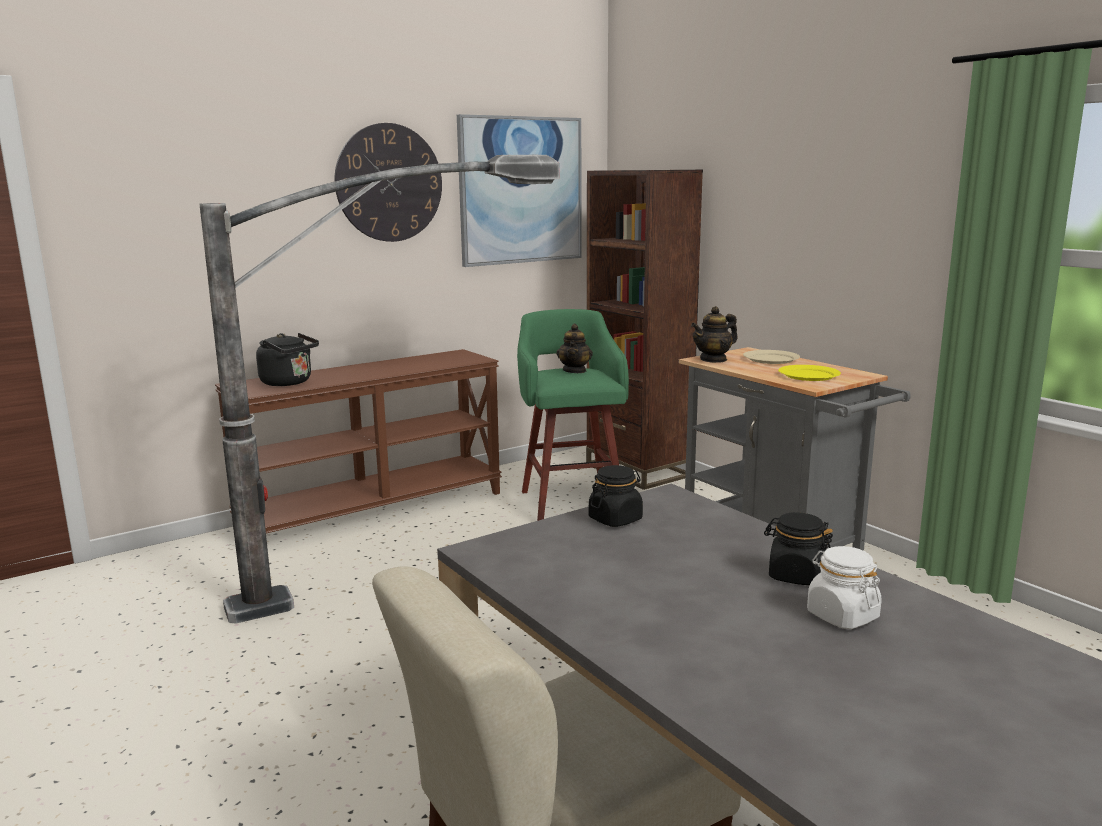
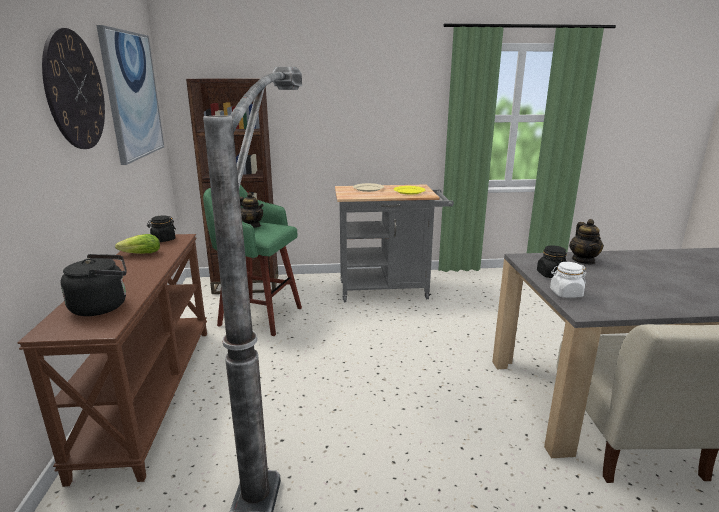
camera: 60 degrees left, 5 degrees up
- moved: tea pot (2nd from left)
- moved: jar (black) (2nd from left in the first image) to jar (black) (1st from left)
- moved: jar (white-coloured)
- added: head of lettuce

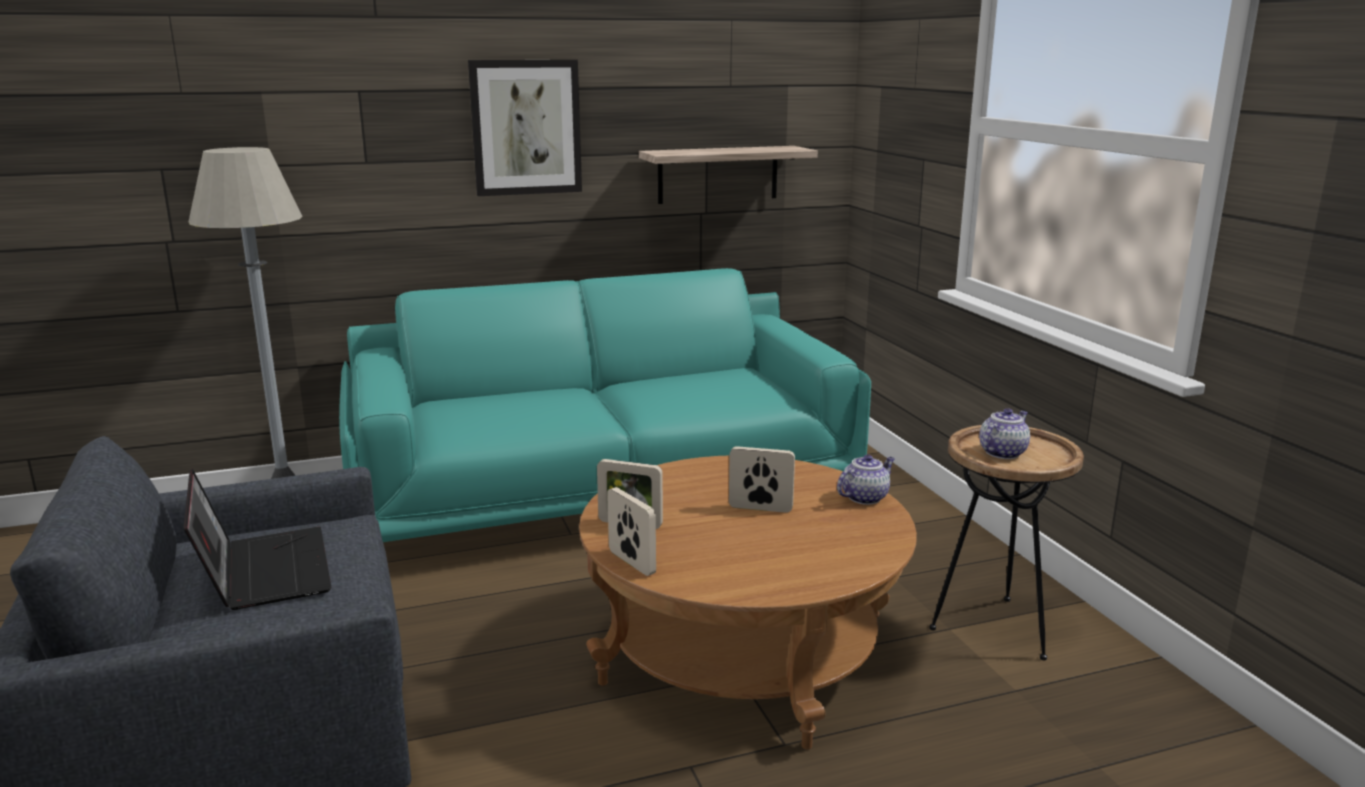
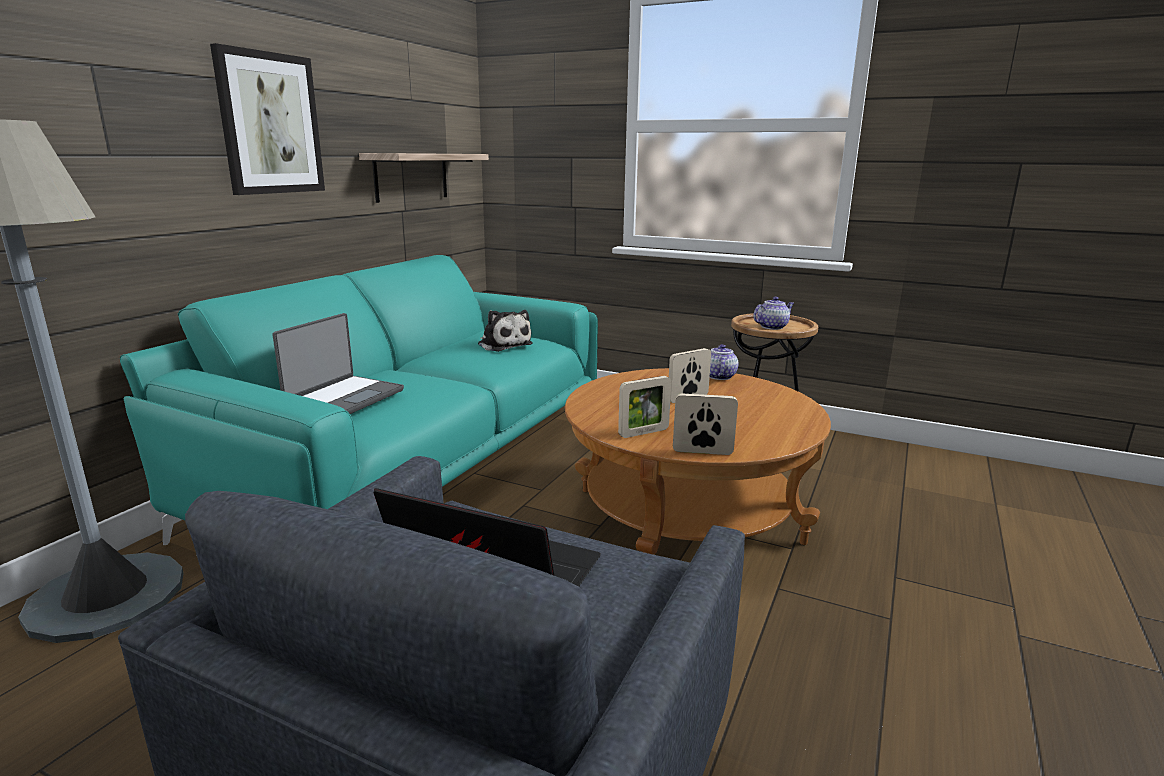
camera: 45 degrees left, 0 degrees up
- turned: tea pot (2nd from left) 60 degrees clockwise
- added: soft toy
- added: notebook computer (1st from left)

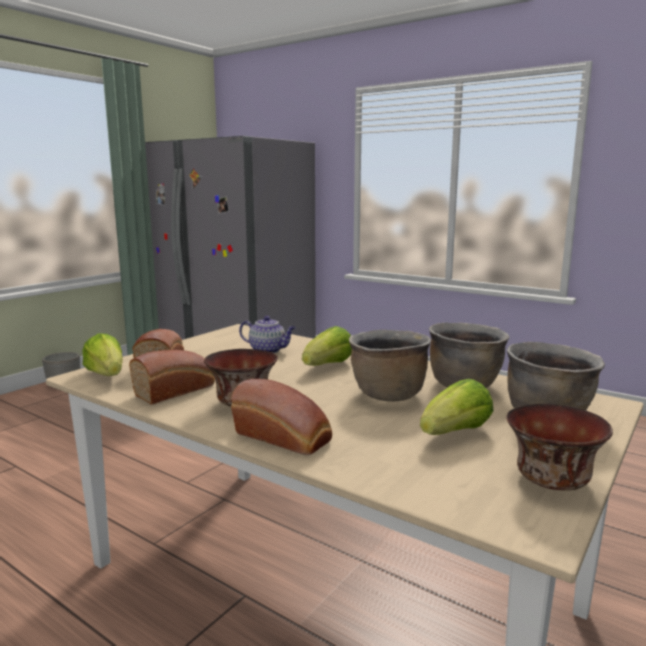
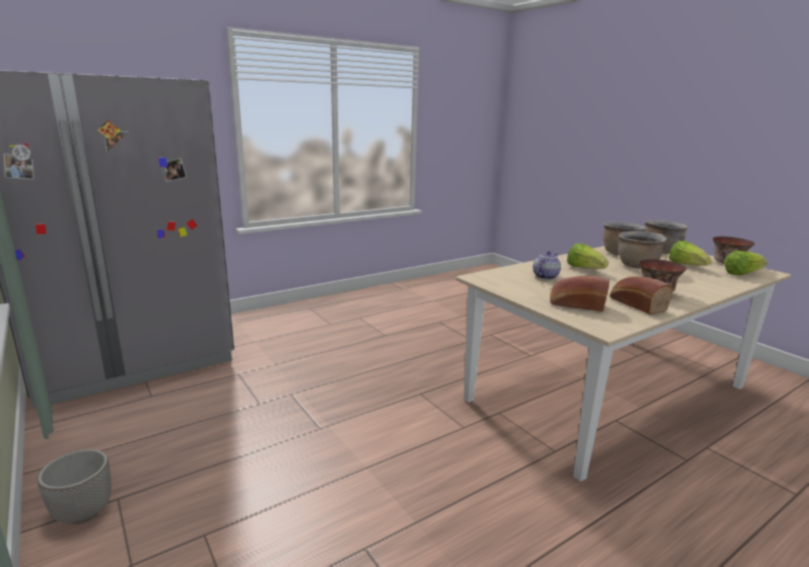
camera: 70 degrees left, 5 degrees up
- moved: head of lettuce (1st from left in the first image) to head of lettuce (3rd from left)
- removed: bakery bread (3rd from left)

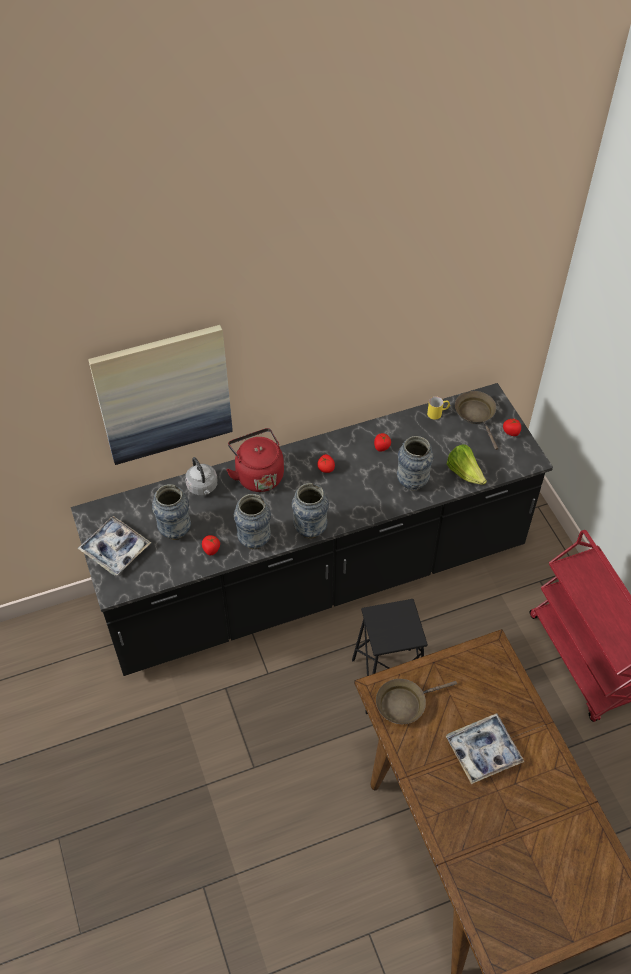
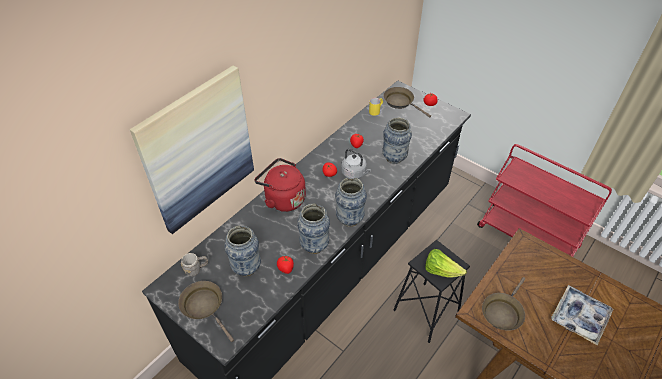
camera: 30 degrees left, 5 degrees down
- moved: head of lettuce
- moved: tea kettle (gray)
- replaced: tray (1st from left) to frying pan (brown-coloured) (1st from left)
- added: coffee mug (gray)

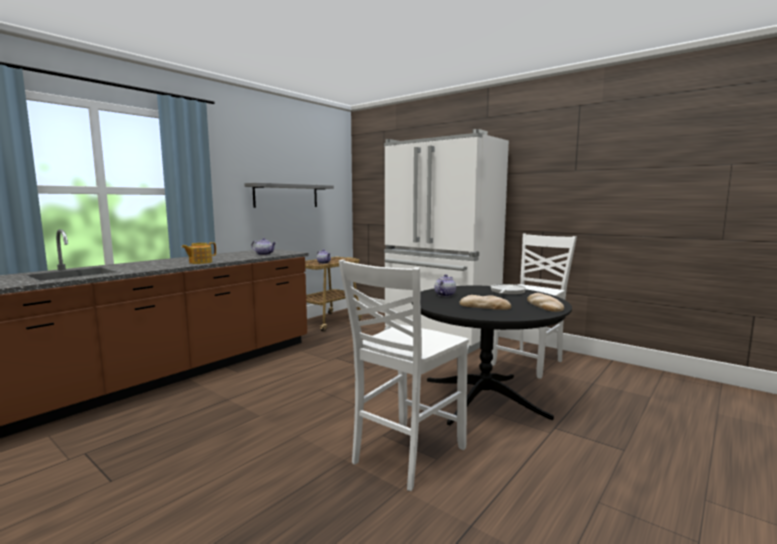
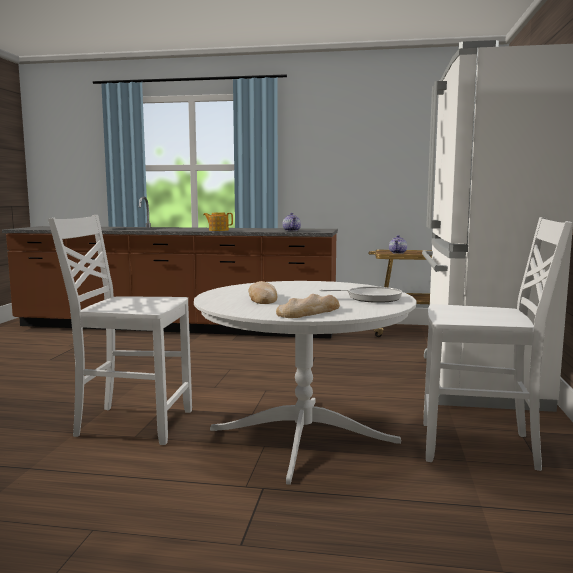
camera: 60 degrees right, 0 degrees up
- removed: wall shelf (gray)
- removed: tea pot (4th from left)
- recoloured: kitchen table (black) to kitchen table (white-coloured)

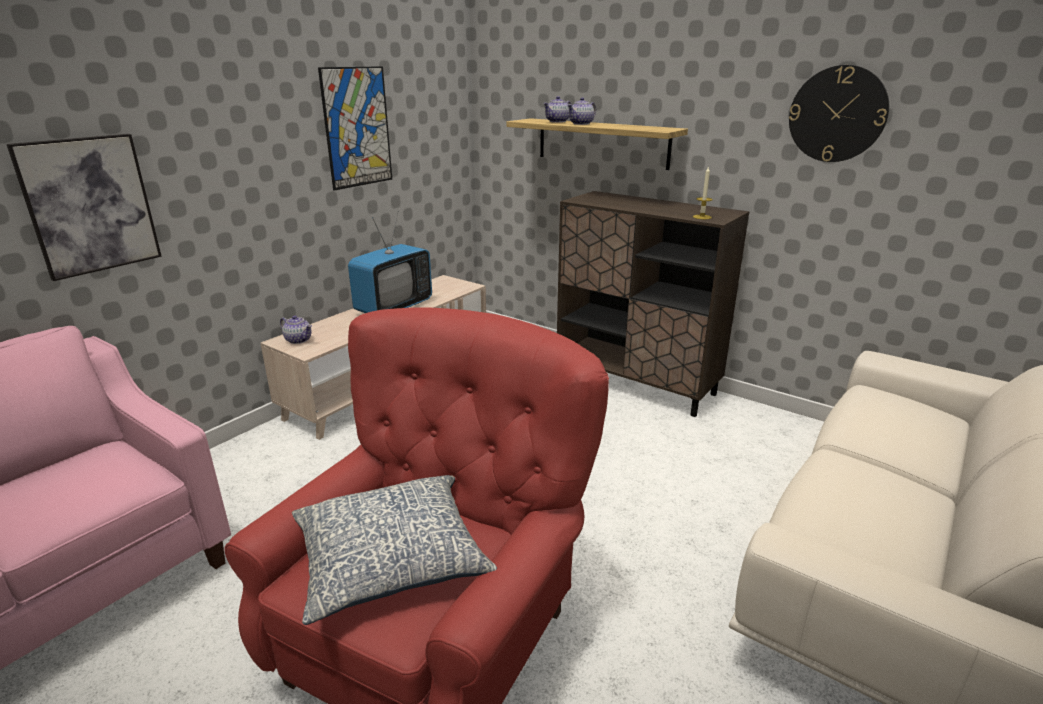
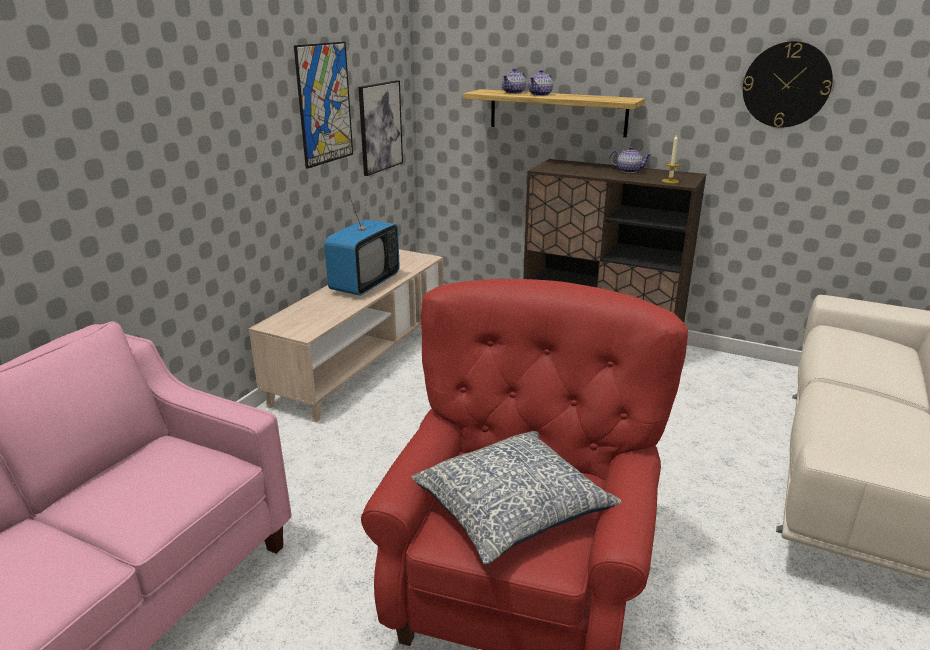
camera: 10 degrees left, 0 degrees up
- moved: wall art (1st from left in the first image) to wall art (2nd from left)
- moved: tea pot (1st from left in the first image) to tea pot (3rd from left)

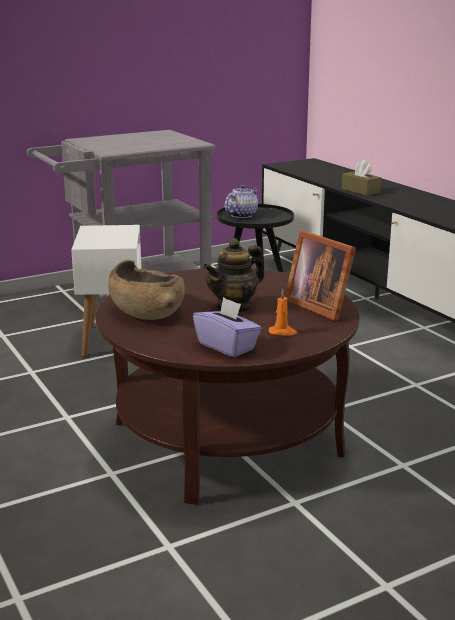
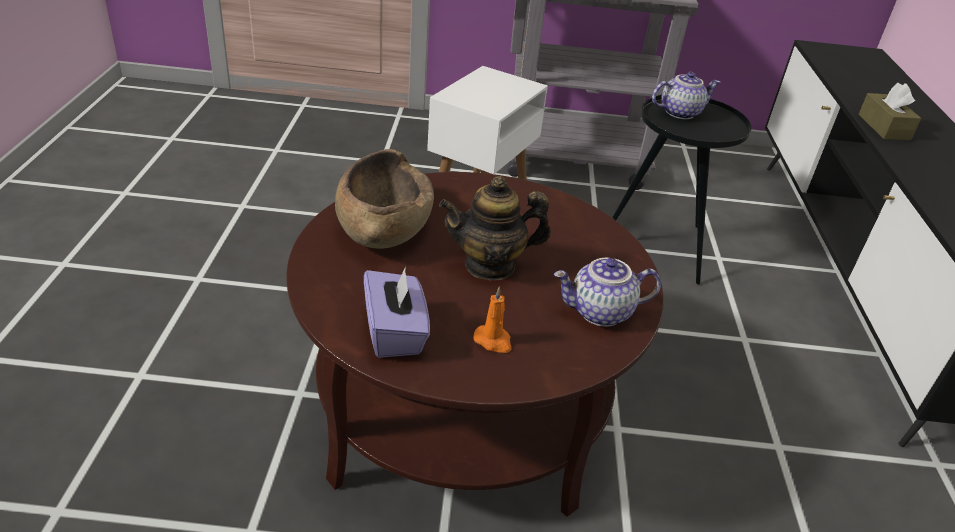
camera: 30 degrees right, 15 degrees up
- replaced: photo frame to tea pot (2nd from left)

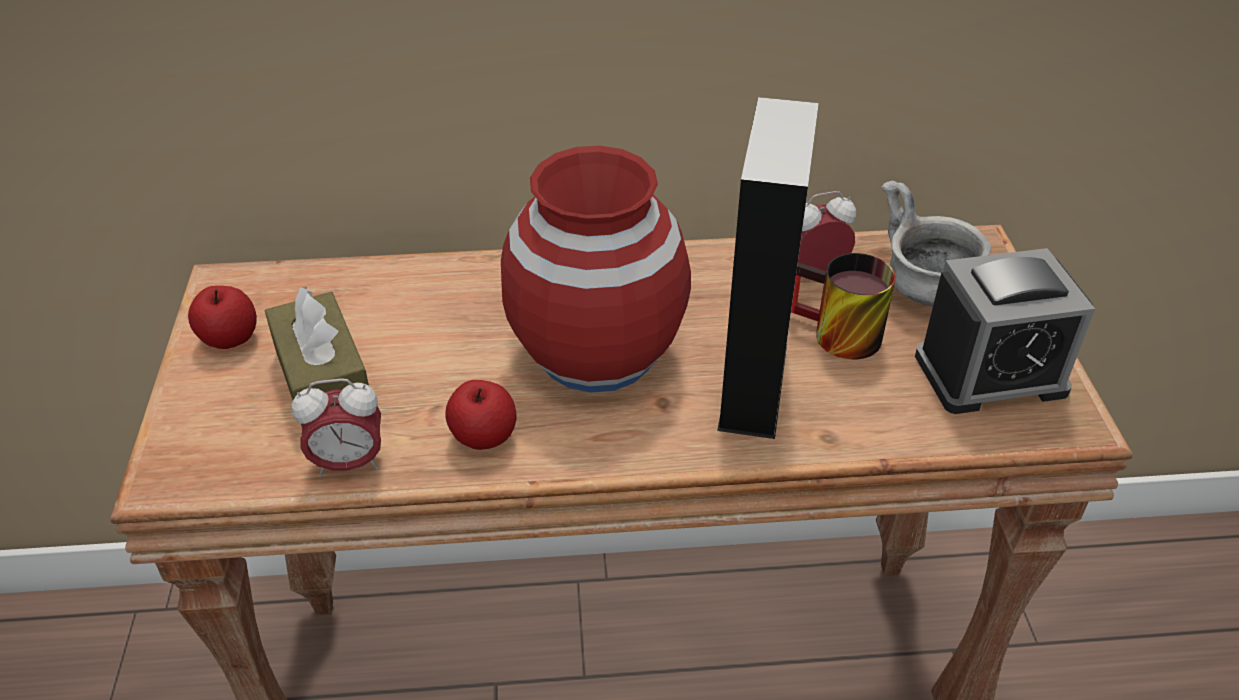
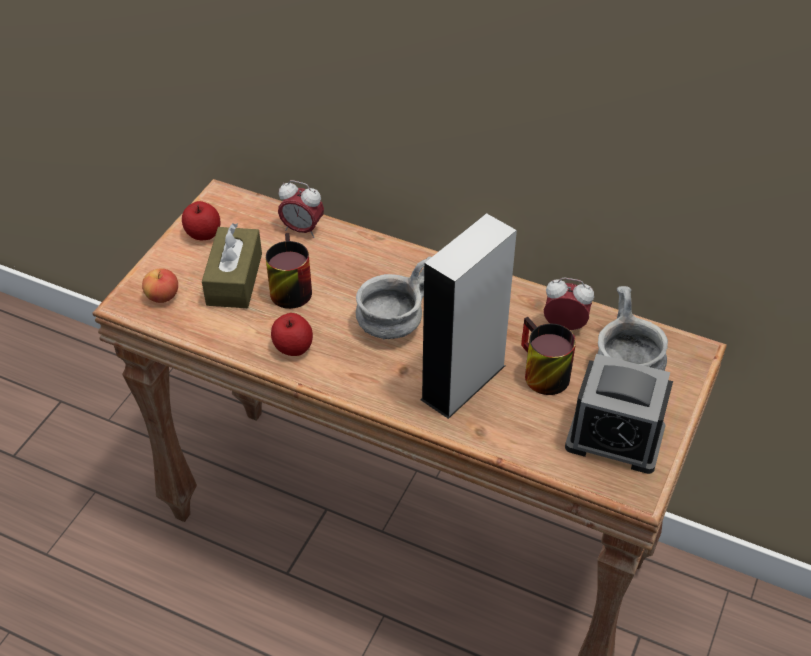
camera: 30 degrees right, 5 degrees up
- replaced: vase (red) to deep dish (gray) (1st from left)
- moved: table clock (1st from left)
- added: coffee mug (1st from left)
- added: apple fruit (1st from left)

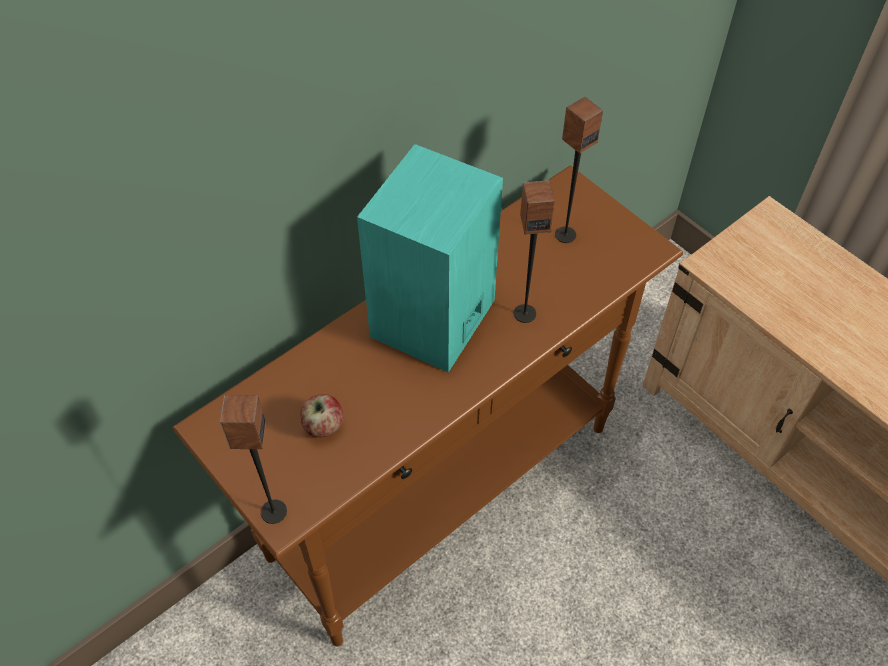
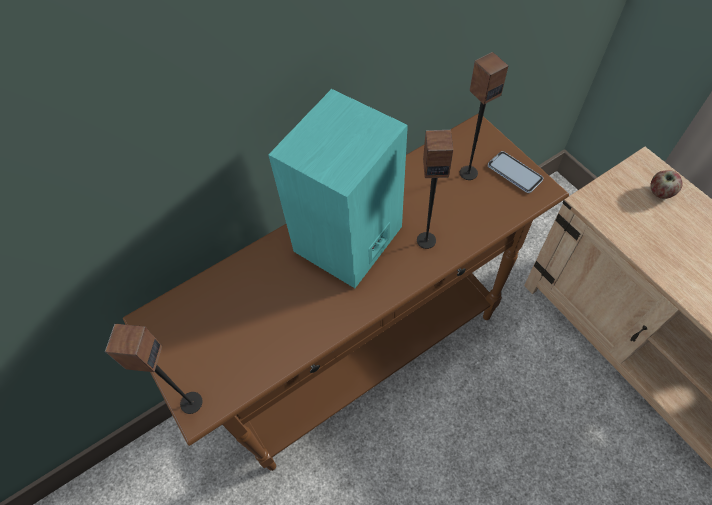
camera: 10 degrees right, 5 degrees up
- moved: apple fruit
- added: handset

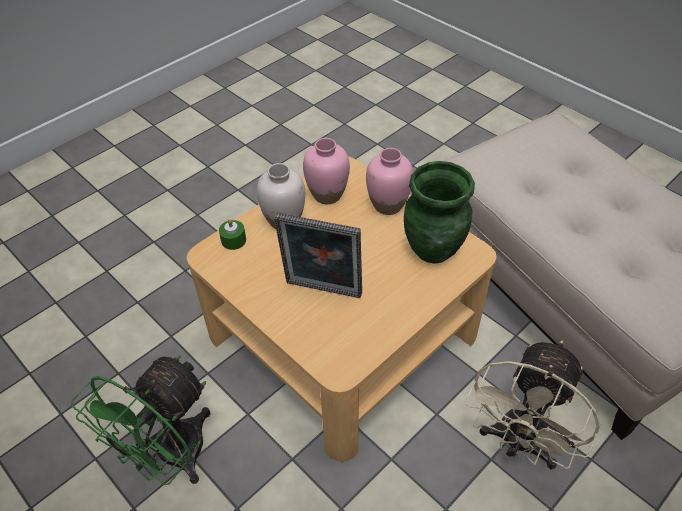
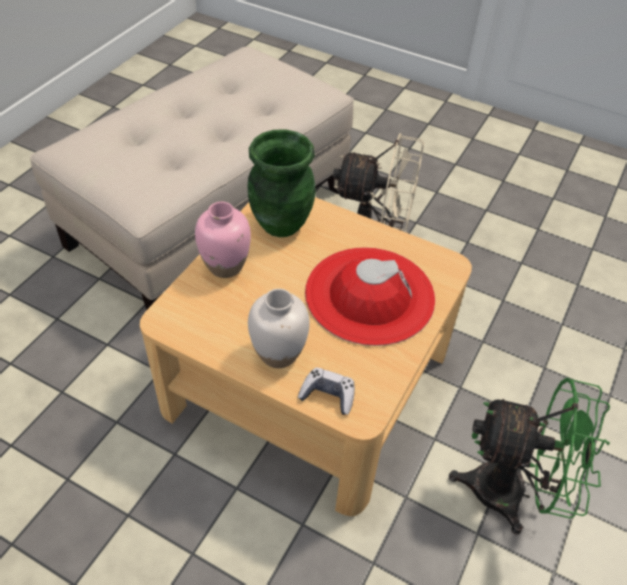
camera: 110 degrees left, 0 degrees up
- removed: vase (pinkish) (1st from left)
- replaced: photo frame to wearable hat (red)
- replaced: wax candle (greenish) to joypad

